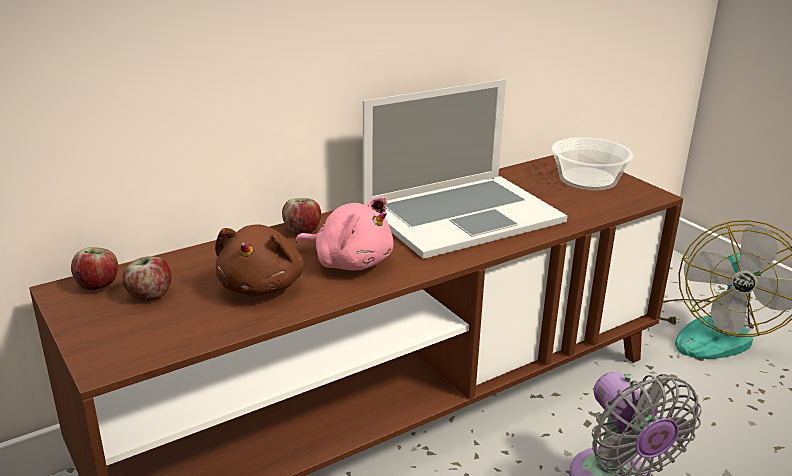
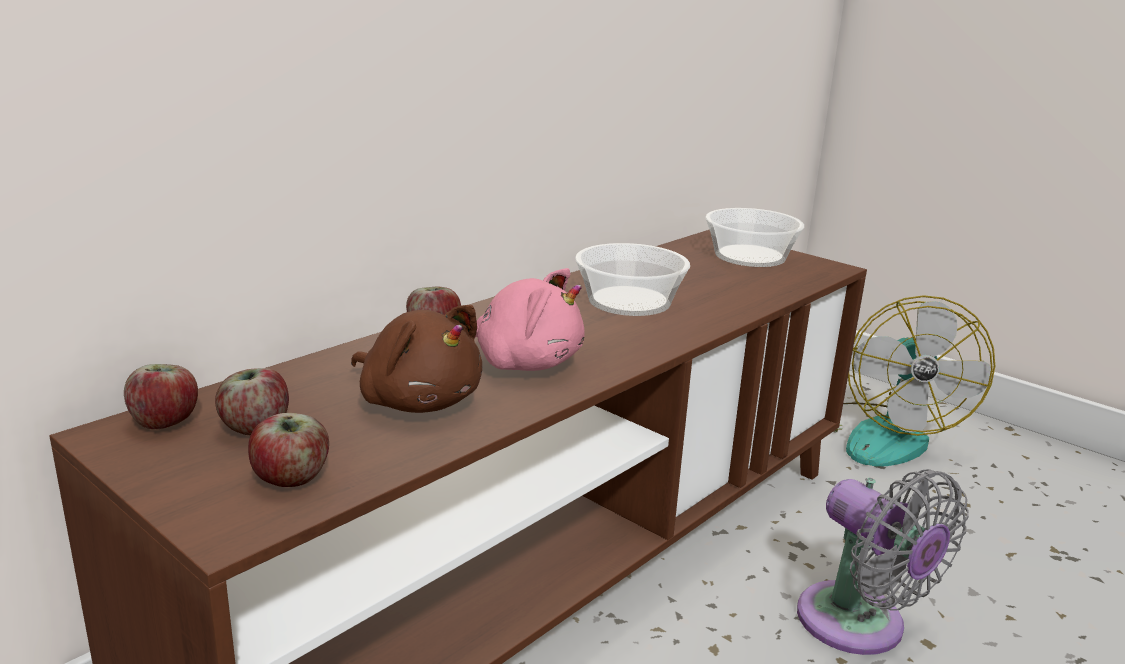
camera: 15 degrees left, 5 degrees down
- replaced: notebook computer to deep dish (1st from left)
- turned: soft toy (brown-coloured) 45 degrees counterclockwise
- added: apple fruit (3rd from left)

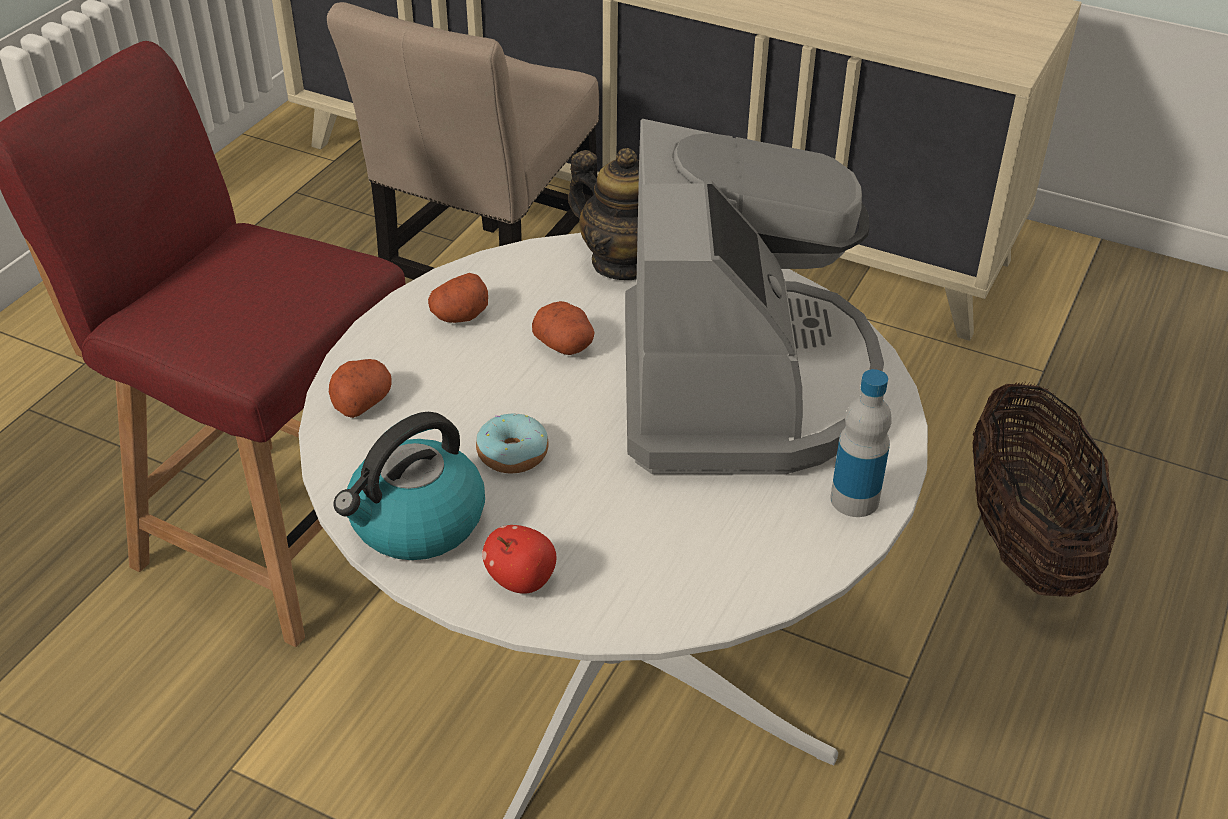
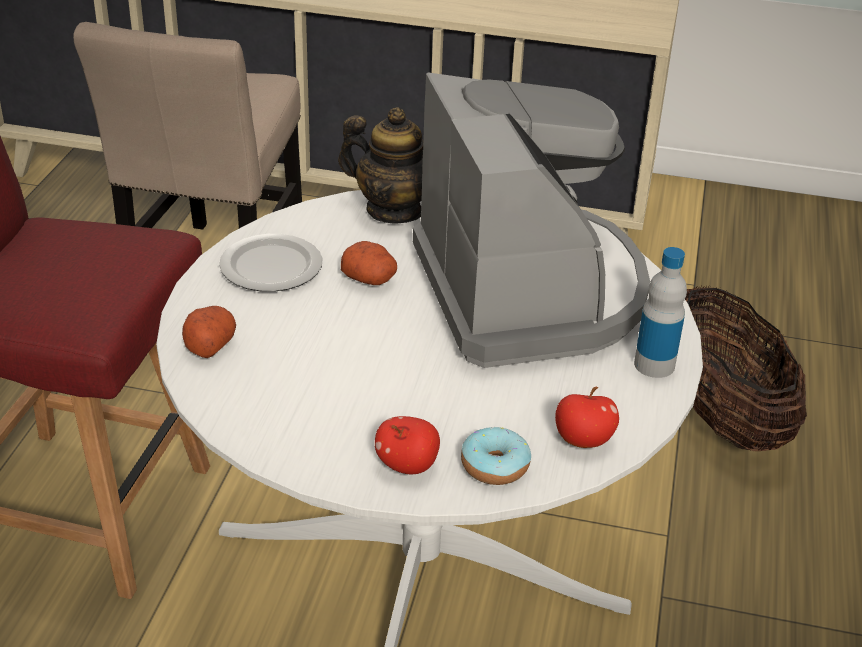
camera: 15 degrees left, 5 degrees down
- replaced: spud (2nd from left) to dinner plate
- removed: tea kettle
- moved: doughnut
- added: apple fruit (2nd from left)

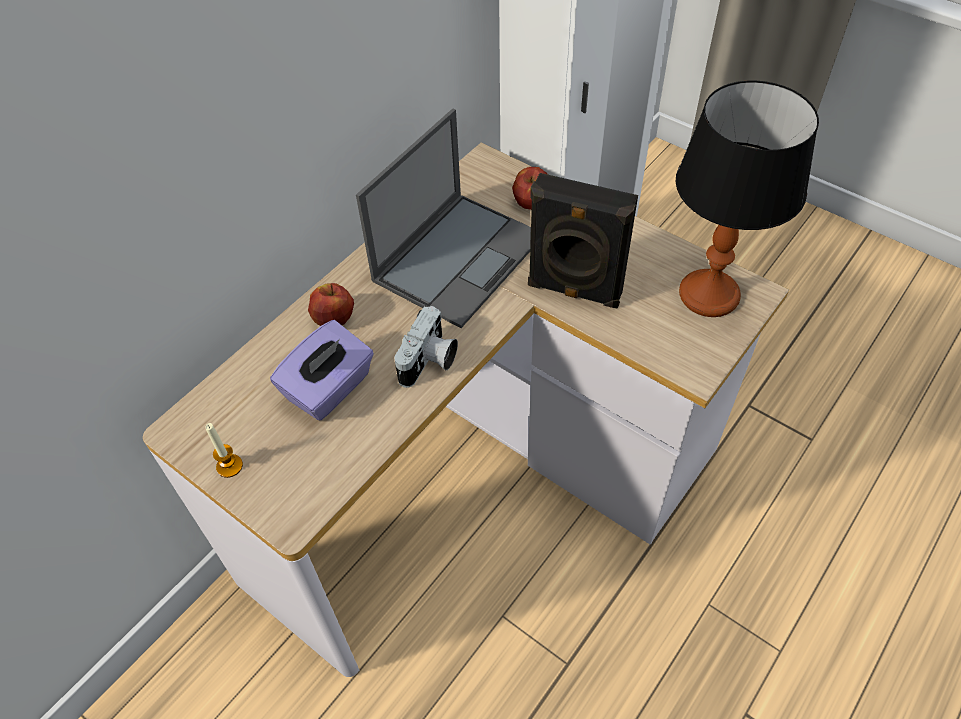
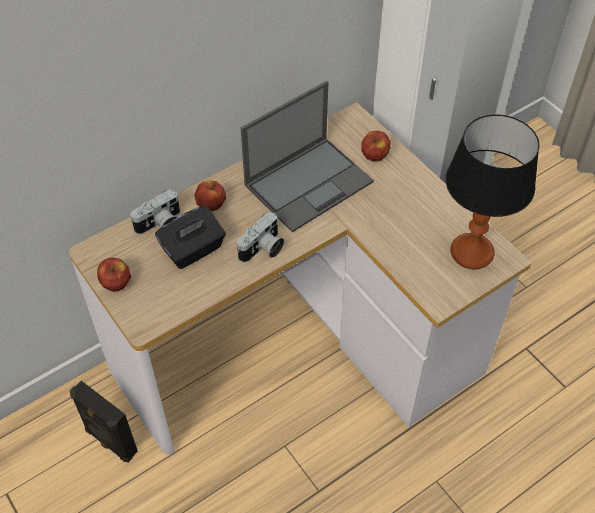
camera: 15 degrees right, 0 degrees up
- moved: audio speaker (black)
- recoloured: tissue box (purple-coloured) to tissue box (black)
- replaced: wax candle to apple fruit (1st from left)
- added: still camera (1st from left)

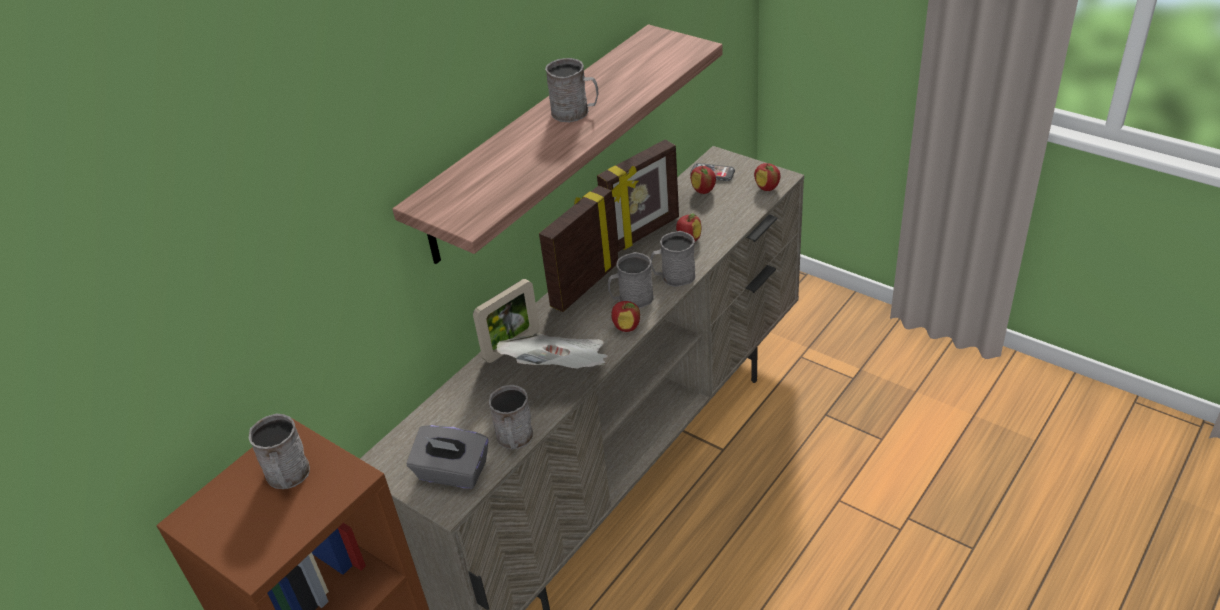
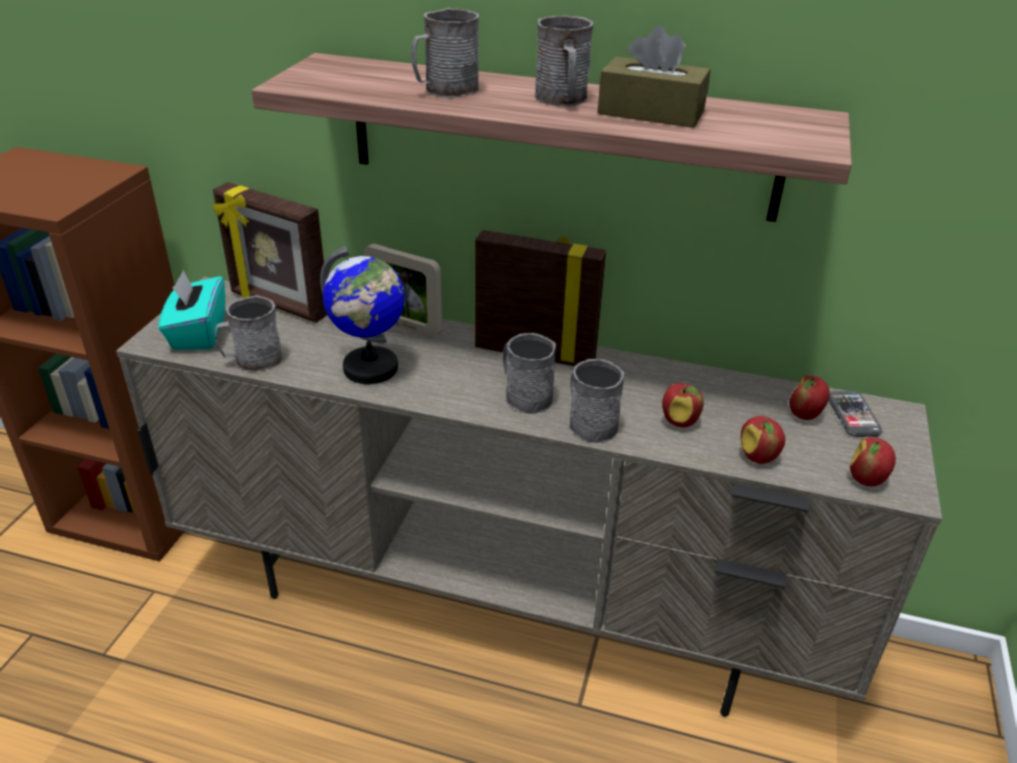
camera: 65 degrees right, 5 degrees down
- moved: photo frame (3rd from left in the first image) to photo frame (1st from left)
- moved: apple fruit (1st from left in the first image) to apple fruit (2nd from left)
- replaced: daily paper to globe
- moved: coffee mug (gray) (1st from left in the first image) to coffee mug (gray) (2nd from left)
- recoloured: tissue box (gray) to tissue box (blue-green)
- added: tissue box (brown-coloured)

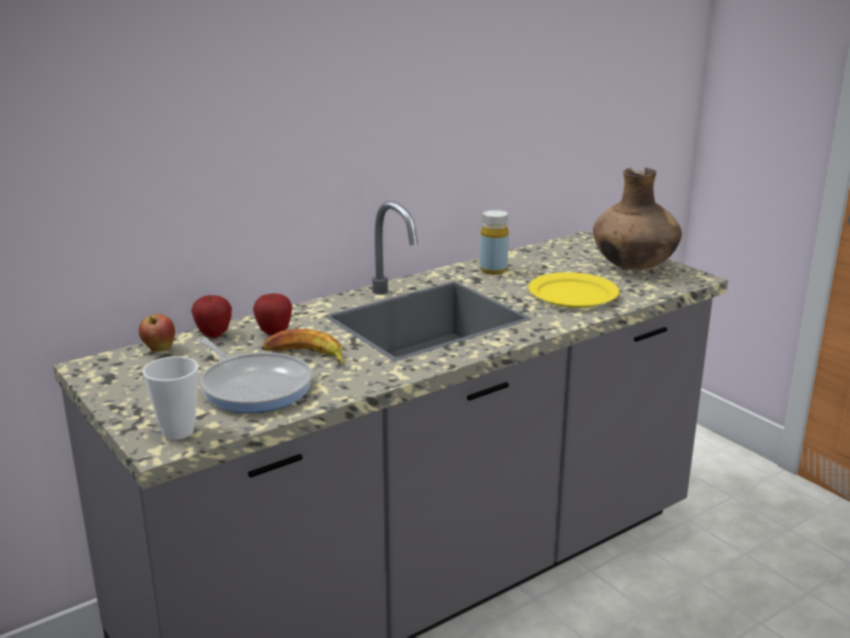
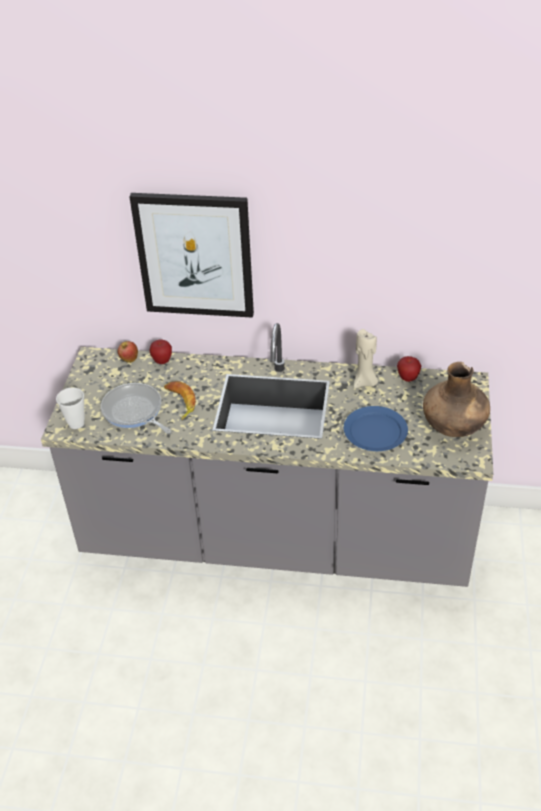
camera: 45 degrees right, 20 degrees up
- replaced: drink bottle (yellowish) to wax candle (beige-coloured)
- recoloured: dinner plate (yellowish) to dinner plate (blue)
- moved: apple fruit (3rd from left)
- turned: frying pan 135 degrees clockwise
- added: wall art

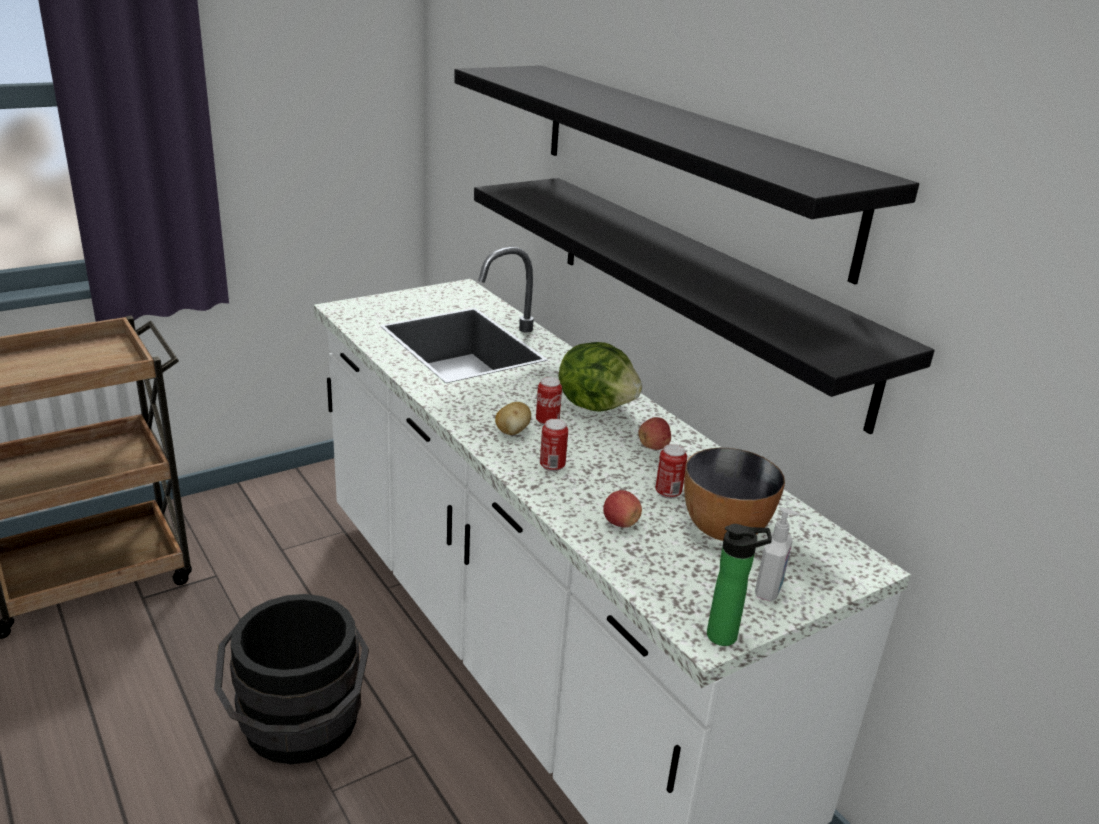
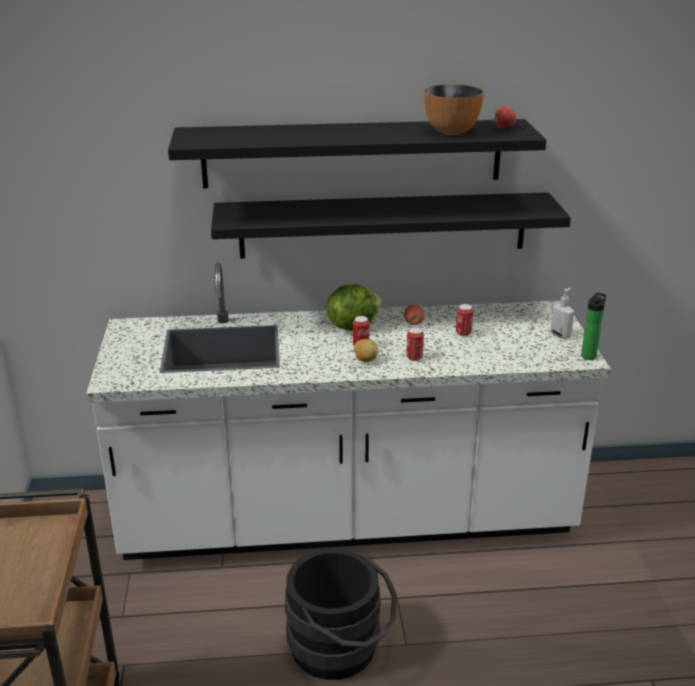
camera: 60 degrees left, 0 degrees up
- moved: deep dish
- moved: apple fruit (1st from left in the first image) to apple fruit (2nd from left)

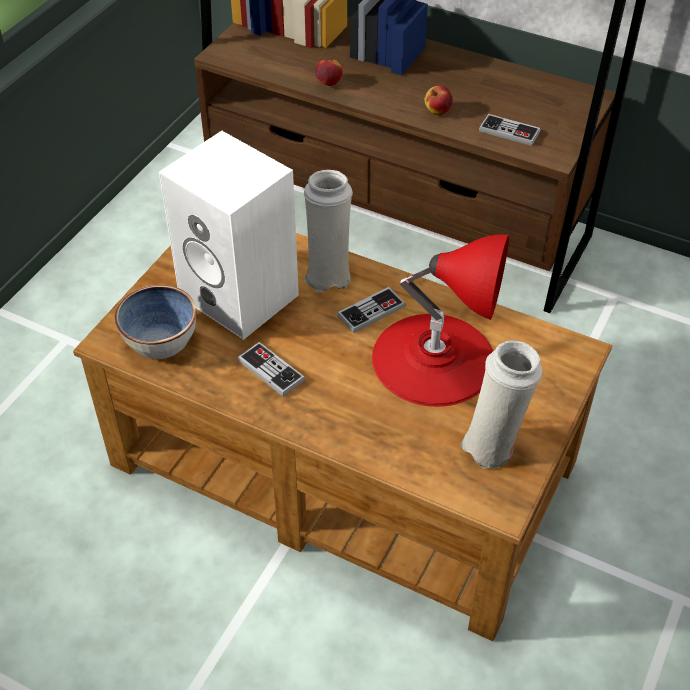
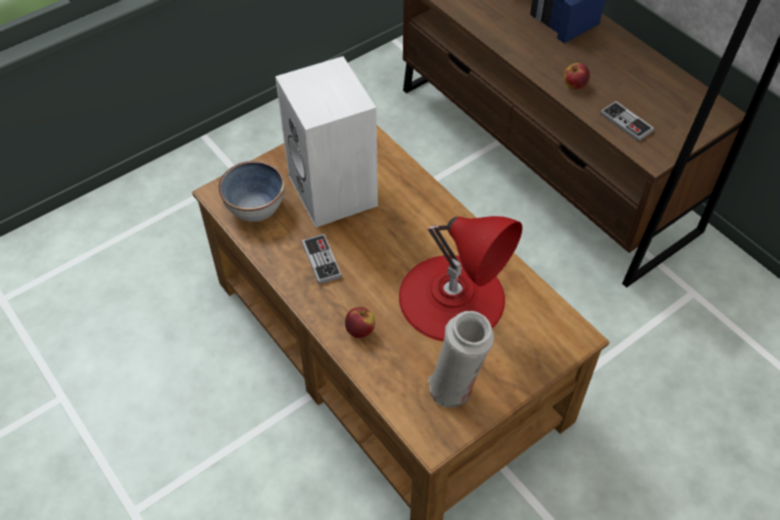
camera: 25 degrees right, 5 degrees up
- moved: apple fruit (1st from left)
- removed: vase (white-coloured) (1st from left)
- removed: joypad (2nd from left)

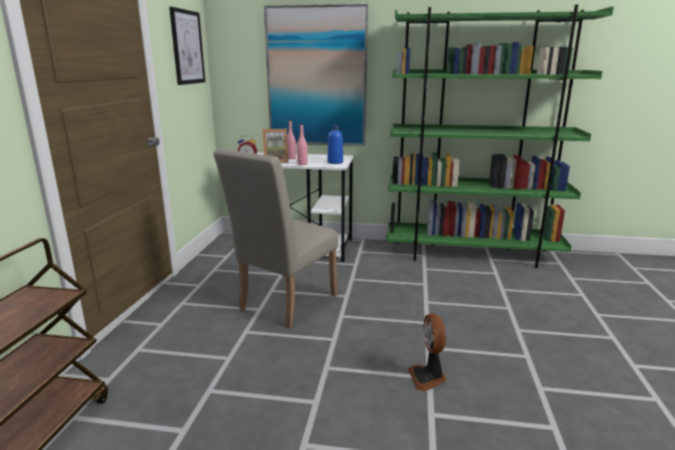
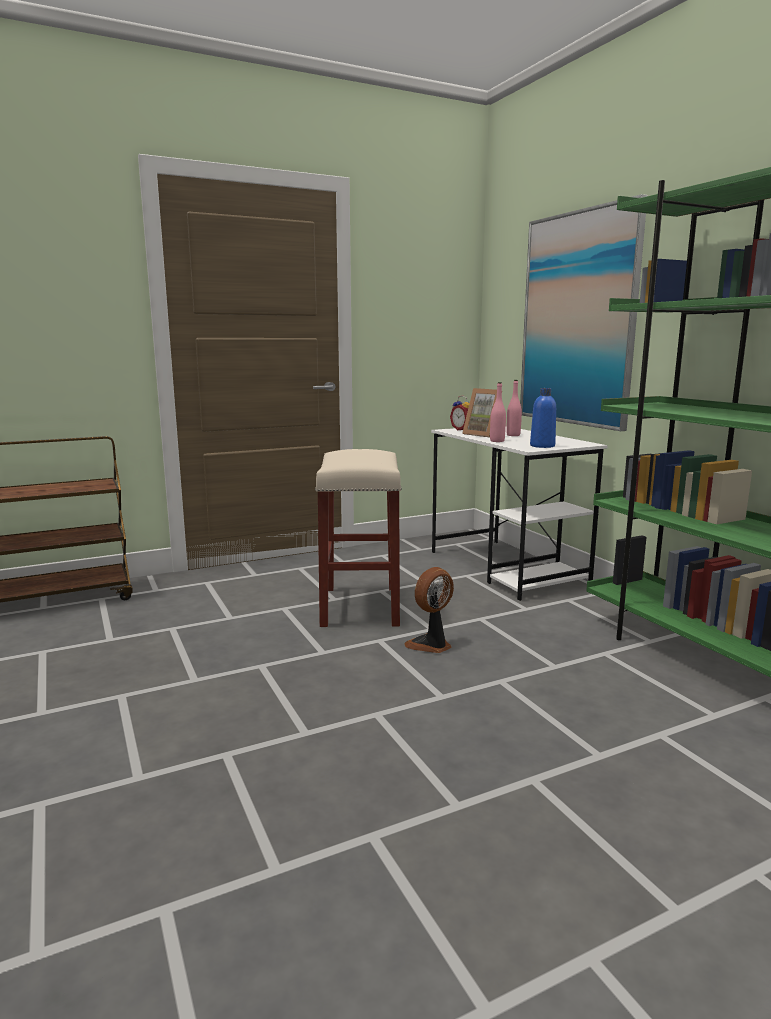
camera: 55 degrees right, 5 degrees down
- removed: wall art (1st from left)
- replaced: upright chair (beige-coloured) to sitting stool (beige-coloured)
- moved: electric fan

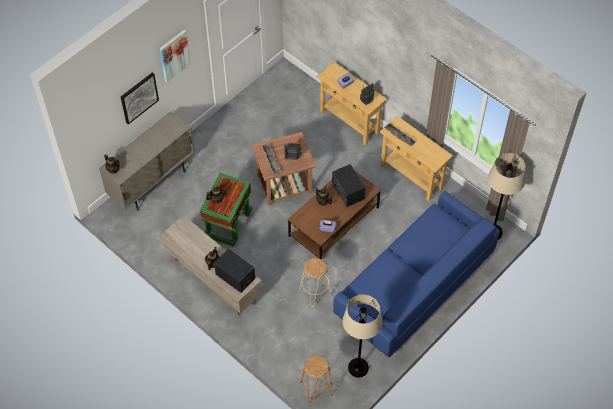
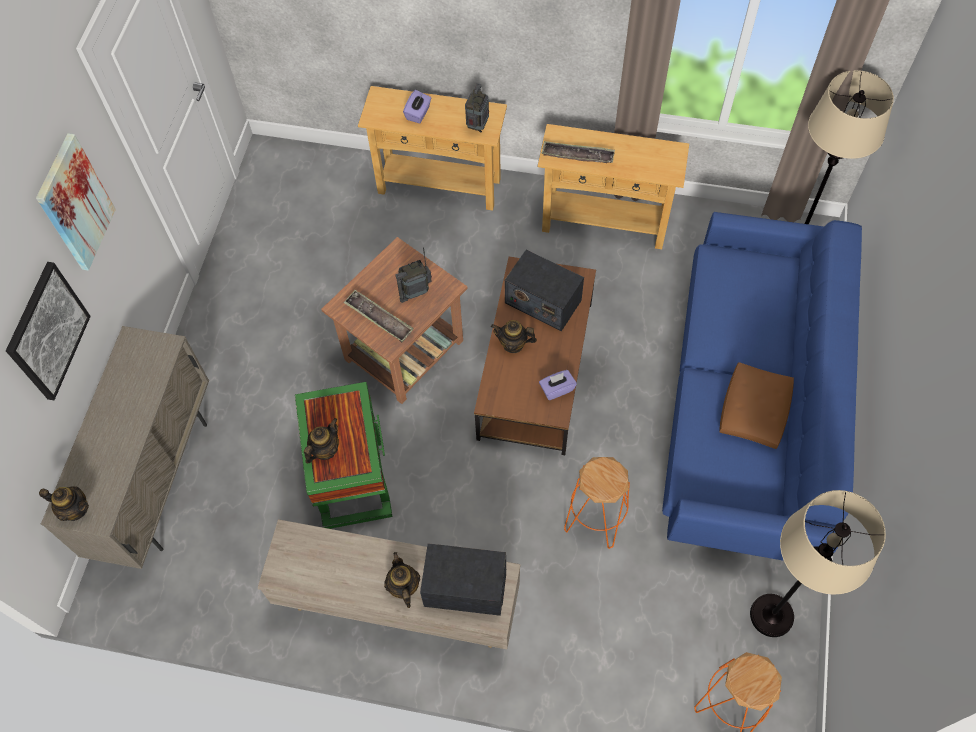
camera: 30 degrees left, 5 degrees up
- recoloured: sitting stool (beige-coloured) to sitting stool (orange) (1st from left)
- added: cushion (brown-coloured)

